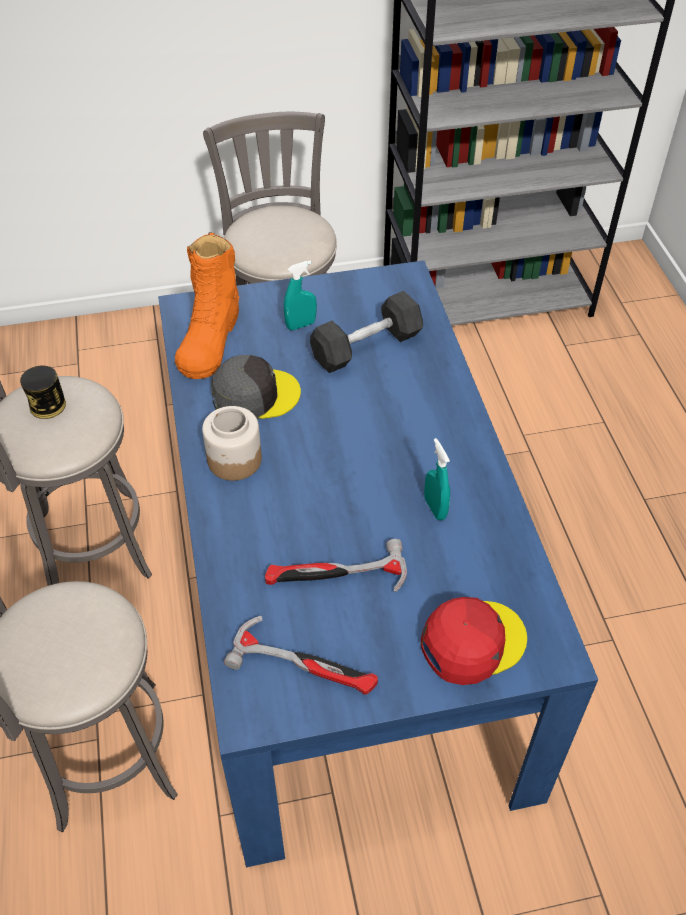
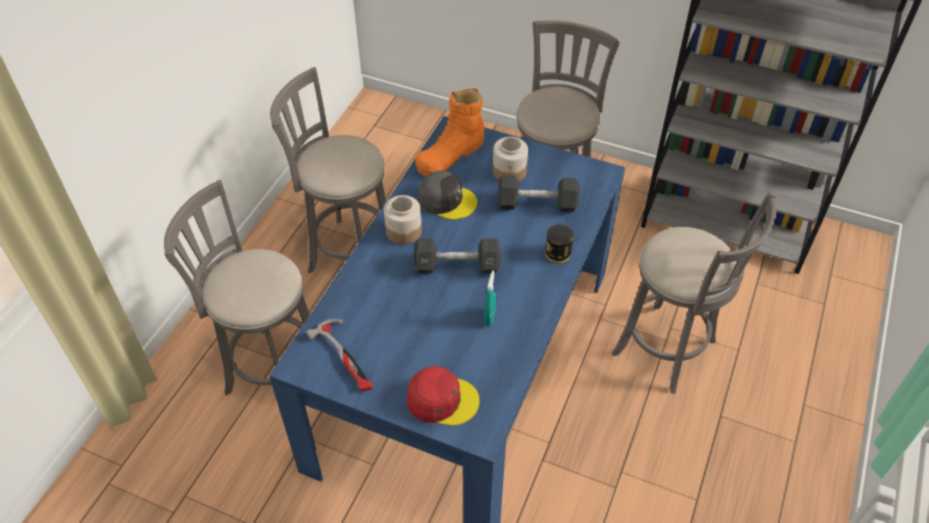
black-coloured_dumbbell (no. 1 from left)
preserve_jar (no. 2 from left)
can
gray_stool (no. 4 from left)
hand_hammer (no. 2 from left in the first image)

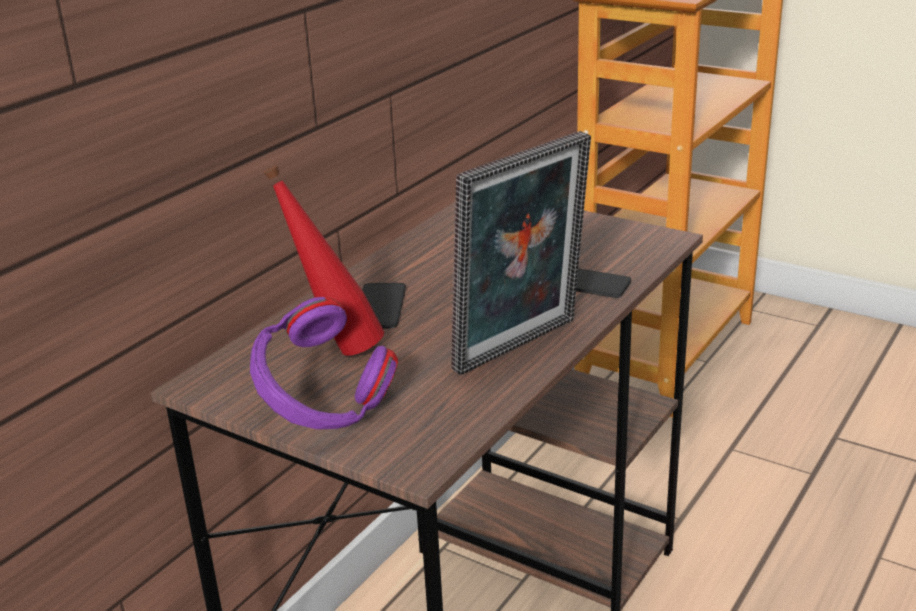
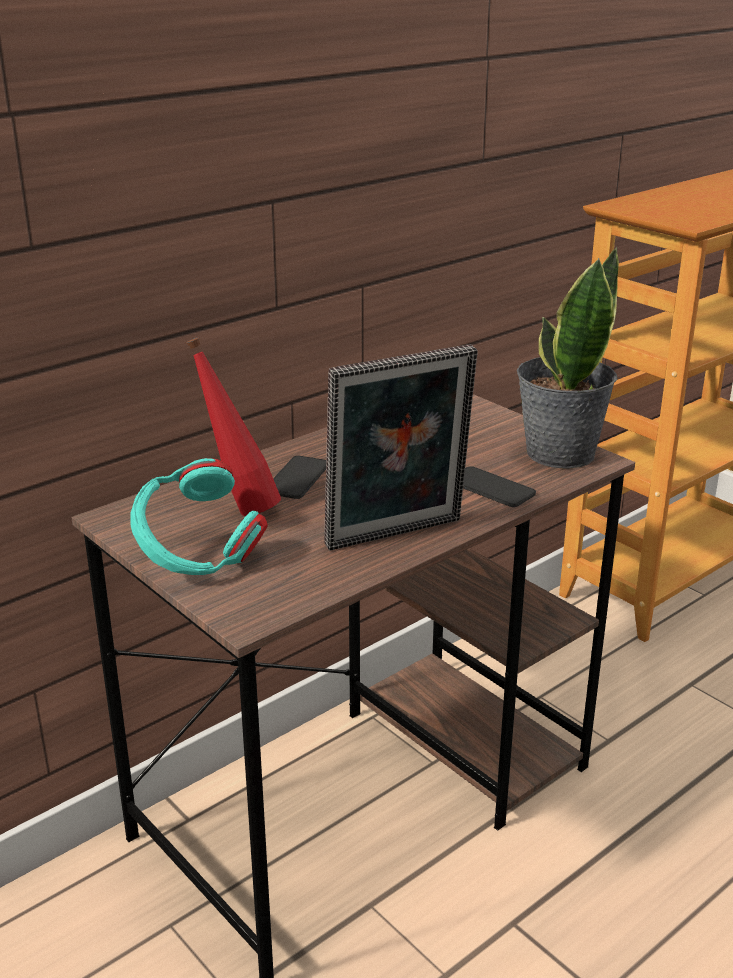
turquoise-coloured_pair_of_headphones
potted_plant

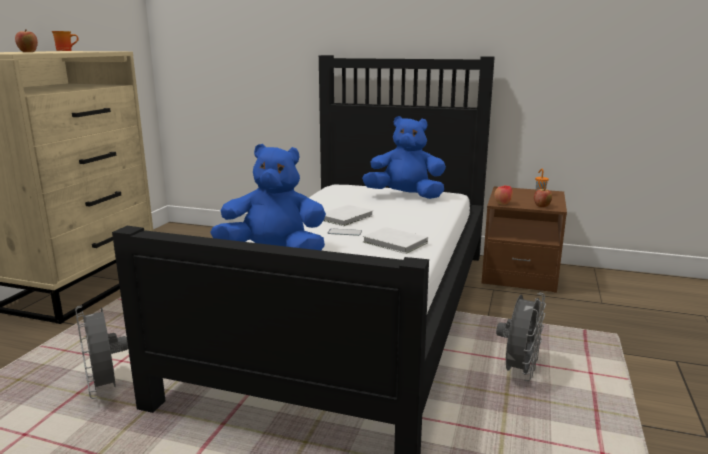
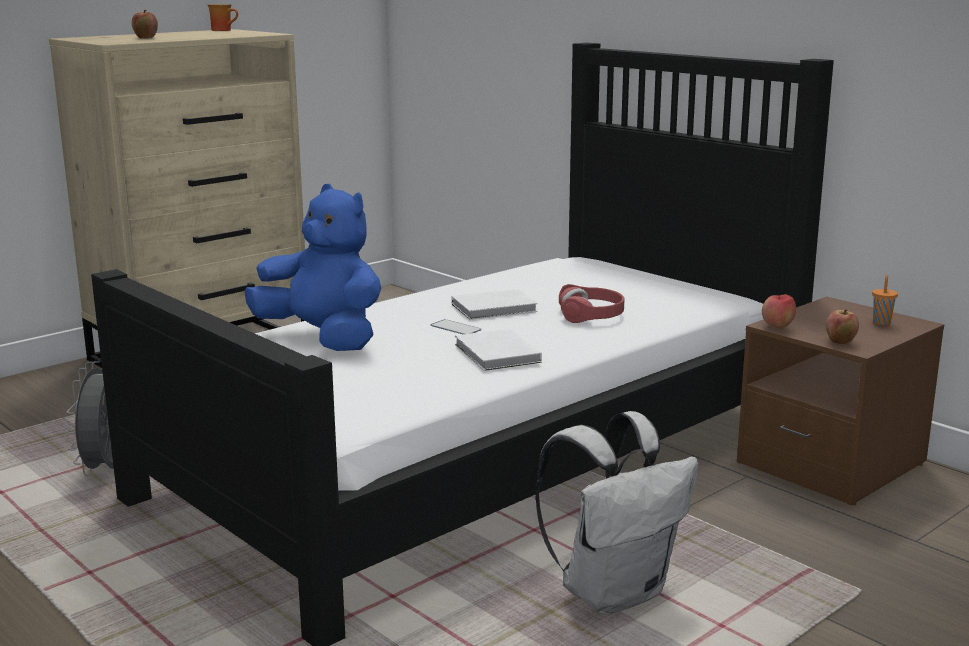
whitish_knapsack
reddish_pair_of_headphones
blue-coloured_cuddly_toy (no. 2 from left in the first image)

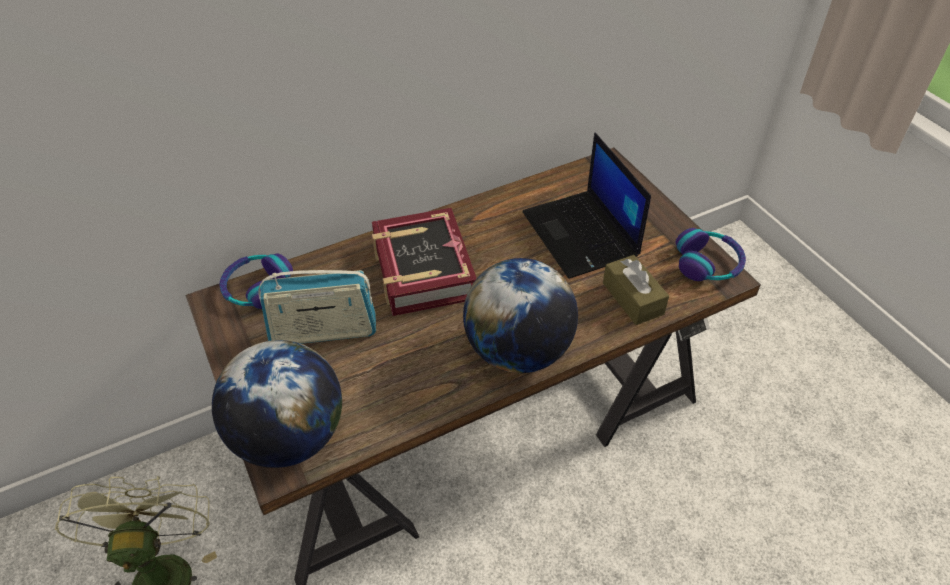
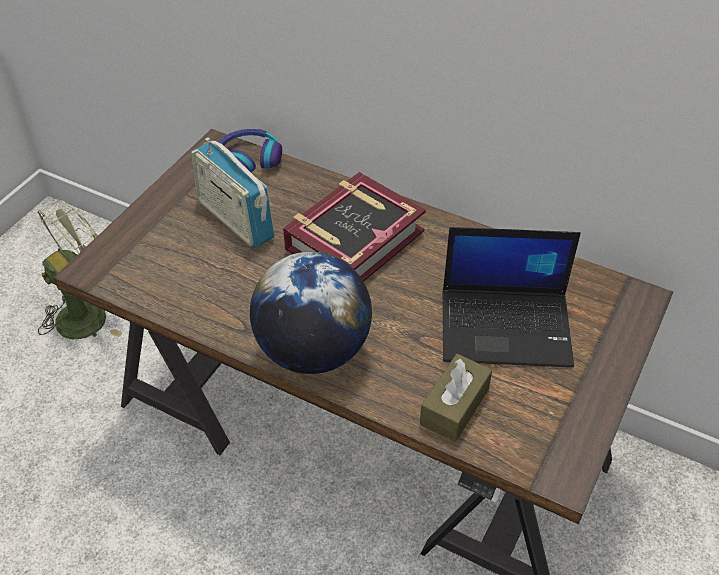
notebook_computer
desk_globe (no. 1 from left in the first image)
pair_of_headphones (no. 2 from left in the first image)

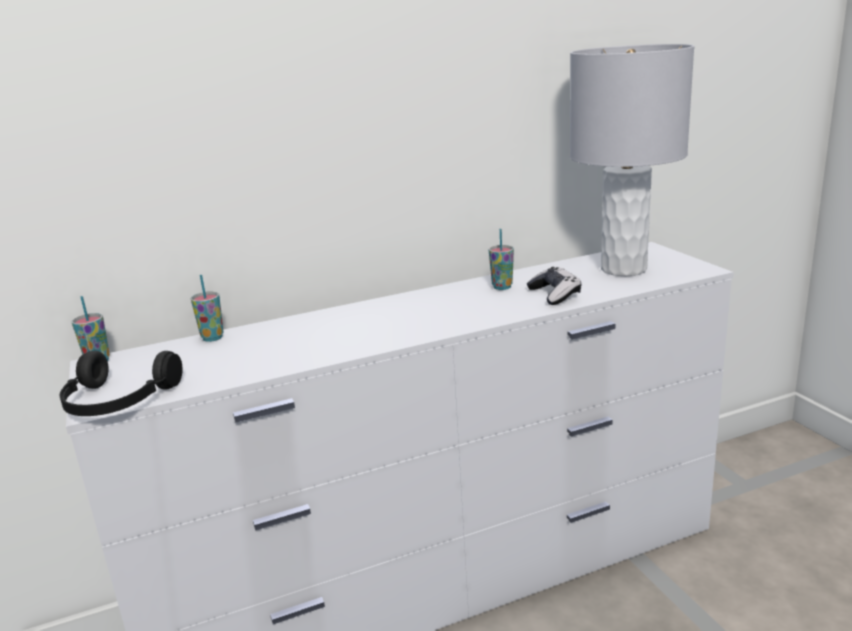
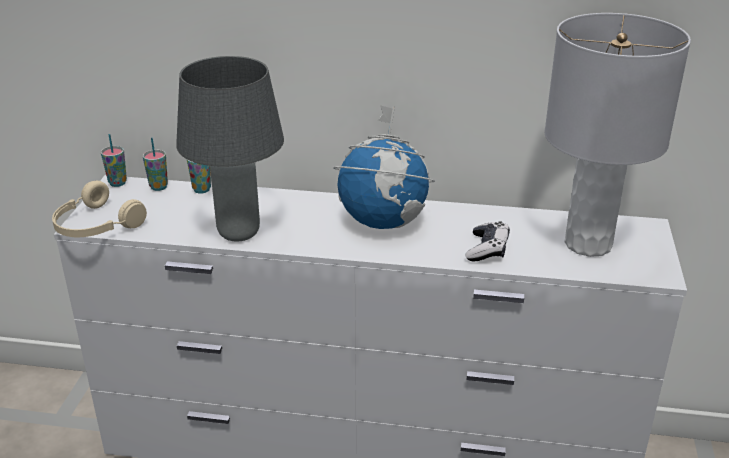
beige-coloured_pair_of_headphones
cup (no. 2 from left)
gray_tabletop_lamp (no. 1 from left)
desk_globe

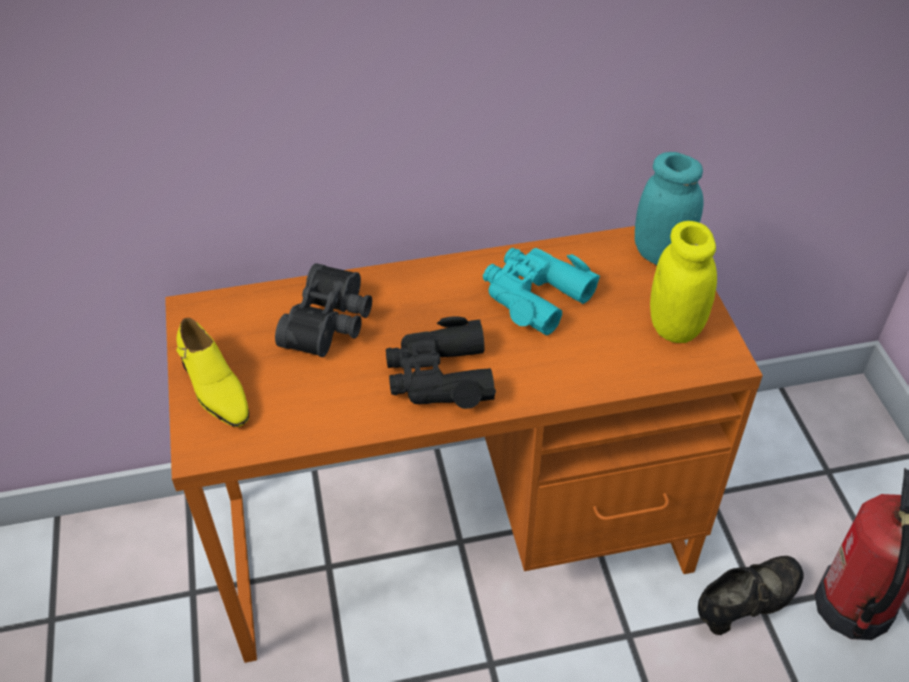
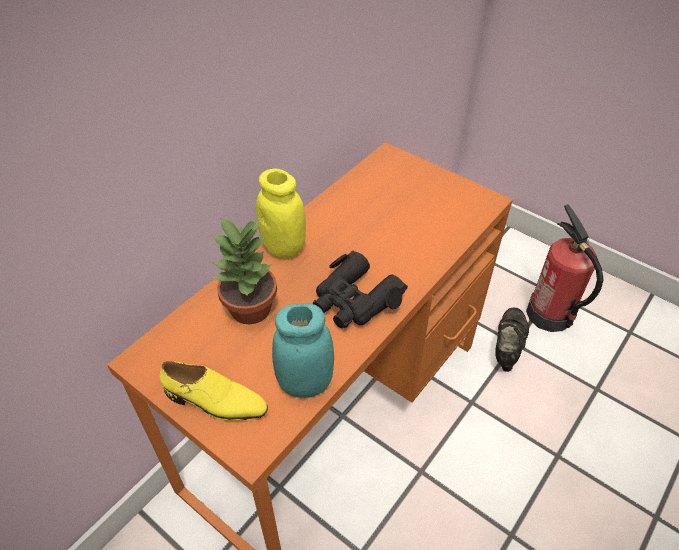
potted_plant
yellow-coloured_preserve_jar
turquoise-coloured_preserve_jar
turquoise-coloured_pair_of_binoculars

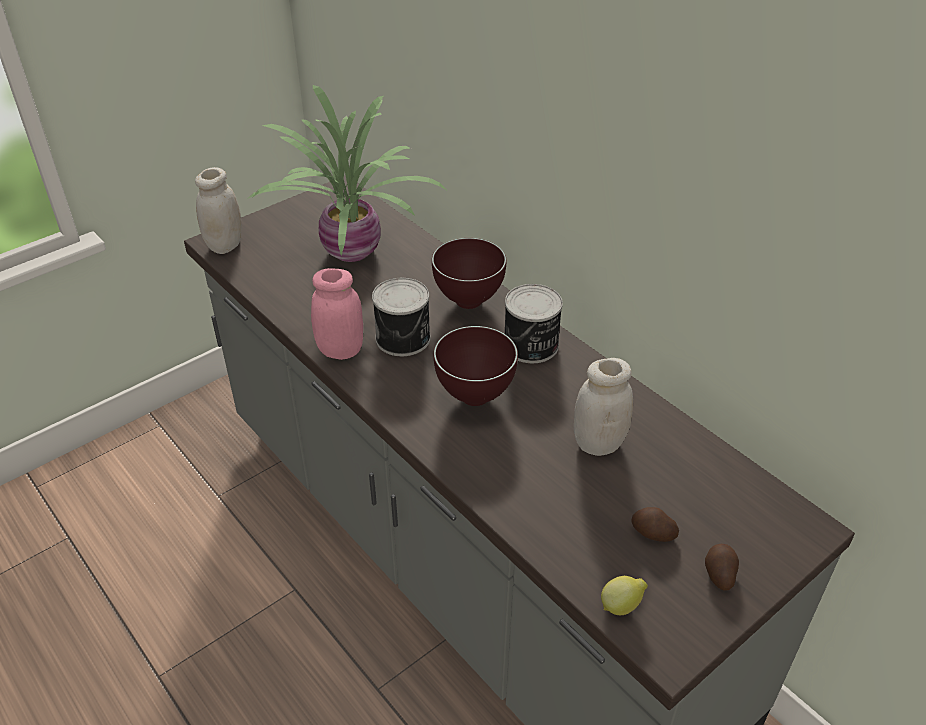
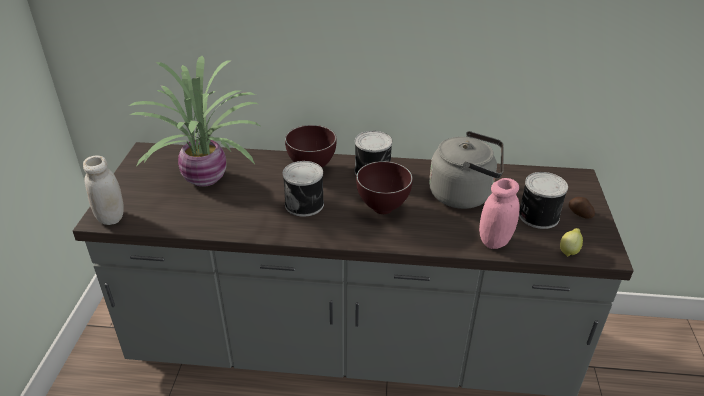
gray_kettle
pinkish_preserve_jar
can (no. 3 from left)

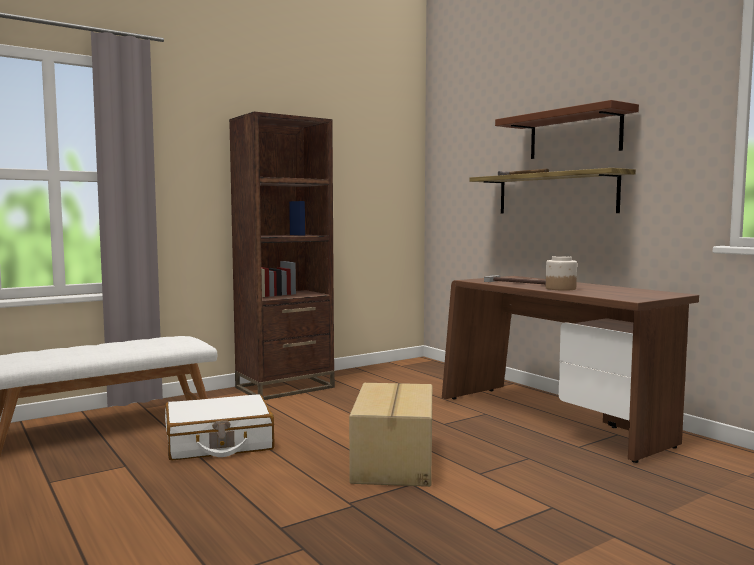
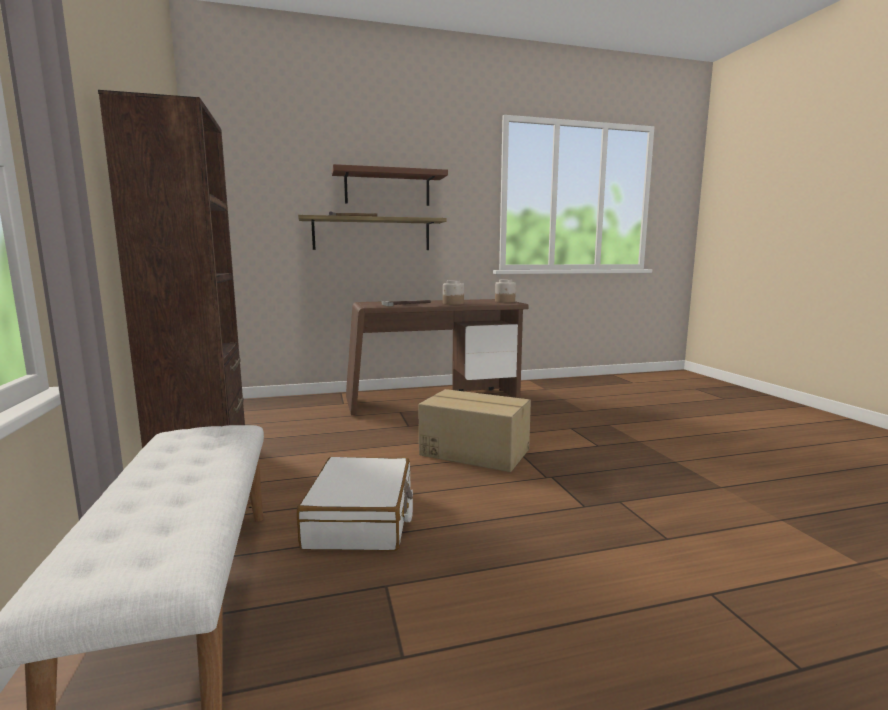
preserve_jar (no. 2 from left)

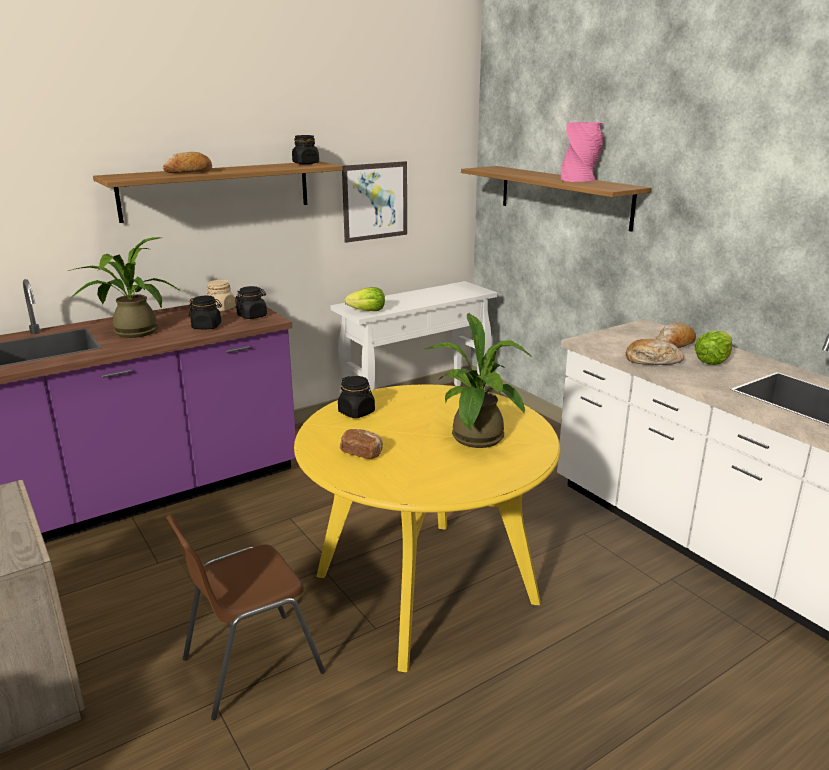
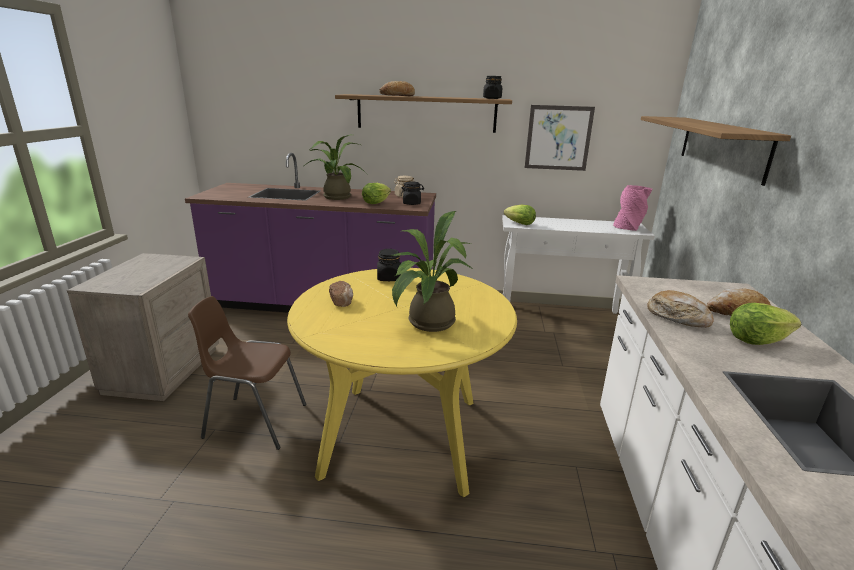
lettuce (no. 1 from left)
pinkish_flower_vase

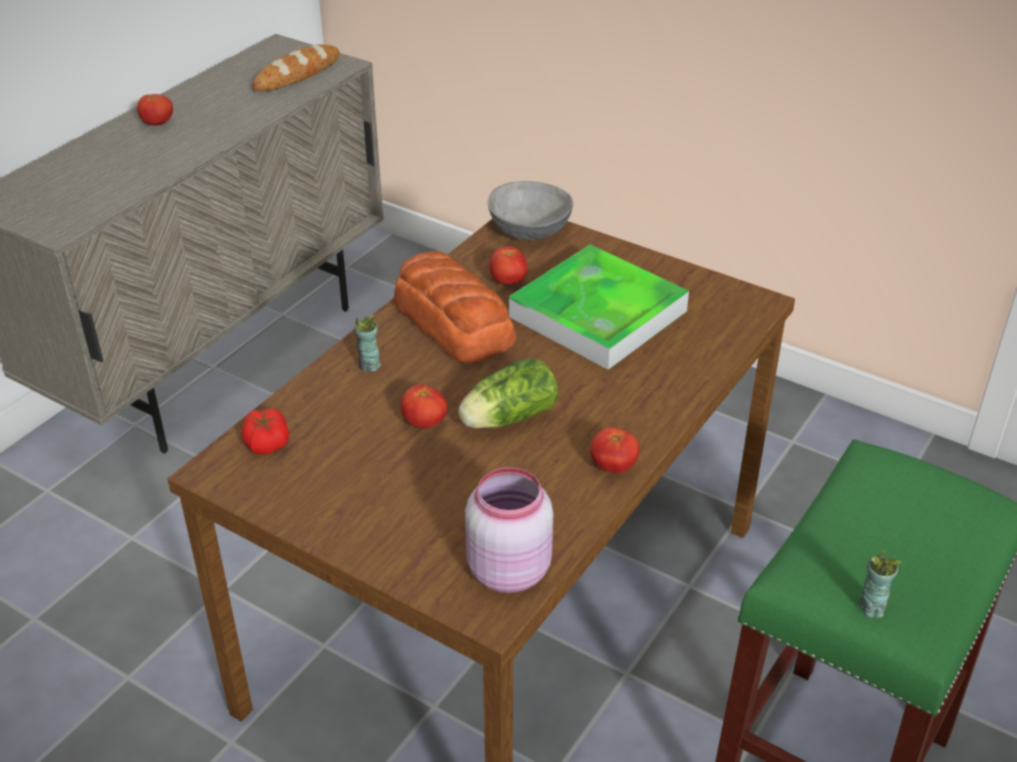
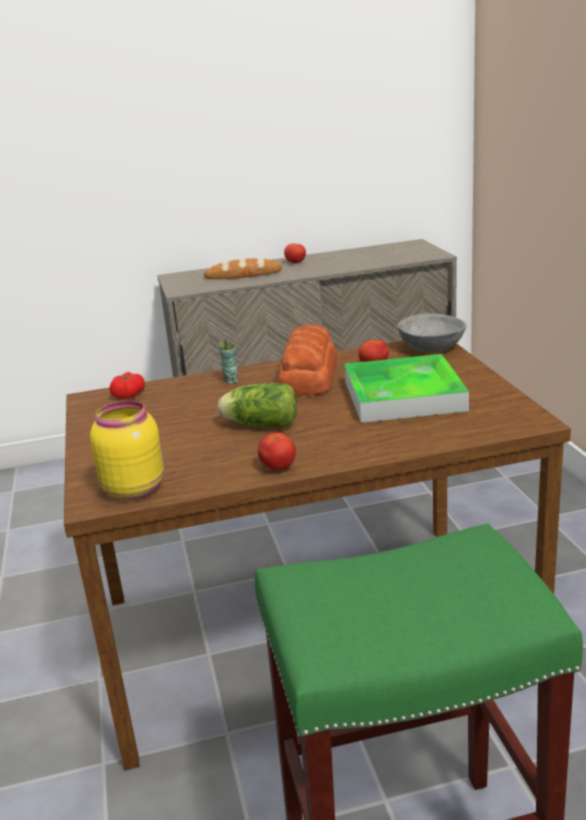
yellow-coloured_preserve_jar
bakery_bread (no. 1 from left)
tomato (no. 3 from left in the first image)
cup (no. 2 from left in the first image)

